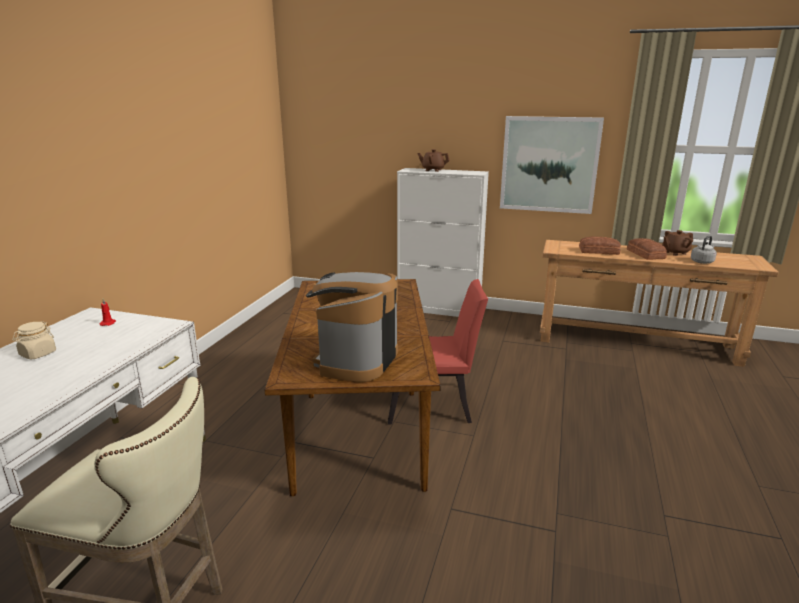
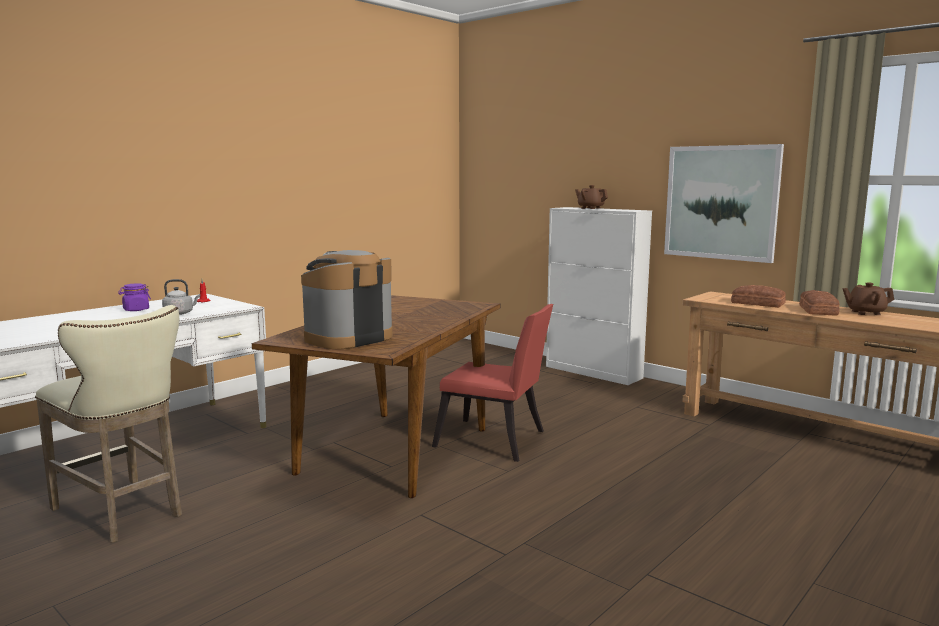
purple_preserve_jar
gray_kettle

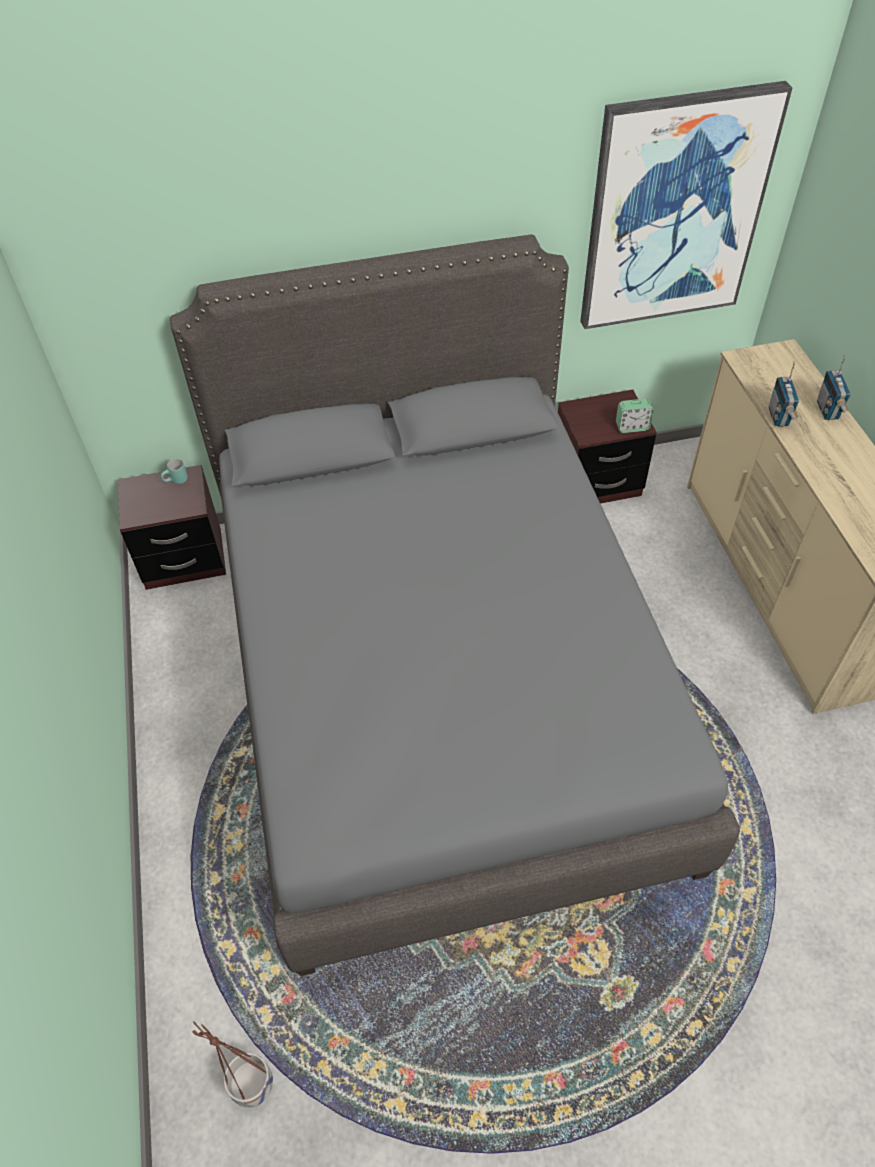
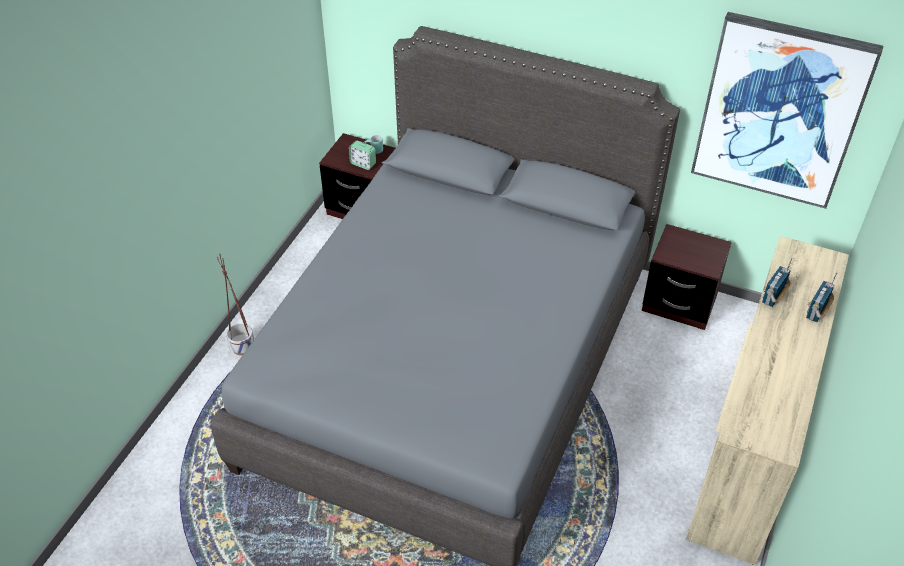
flower_pot
table_clock

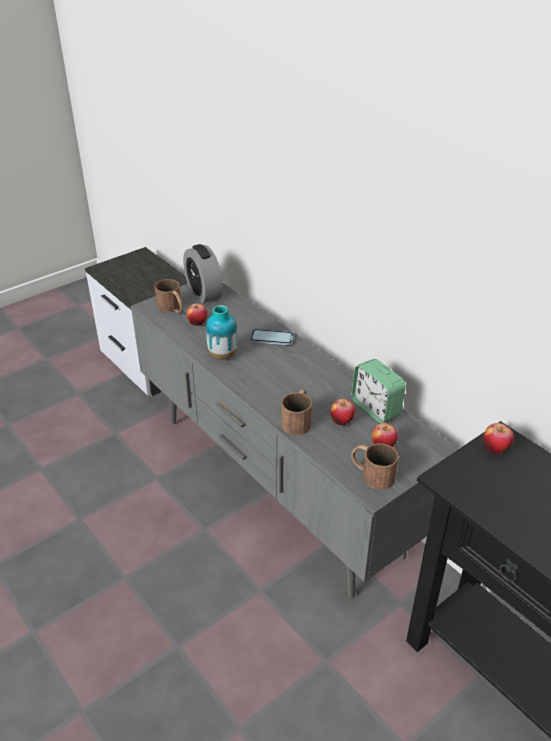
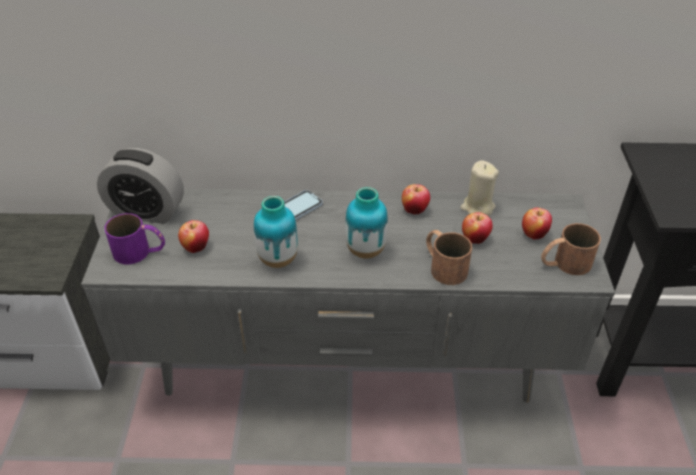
purple_mug
flower_vase (no. 2 from left)
whole_apple (no. 2 from left)
beige-coloured_wax_candle

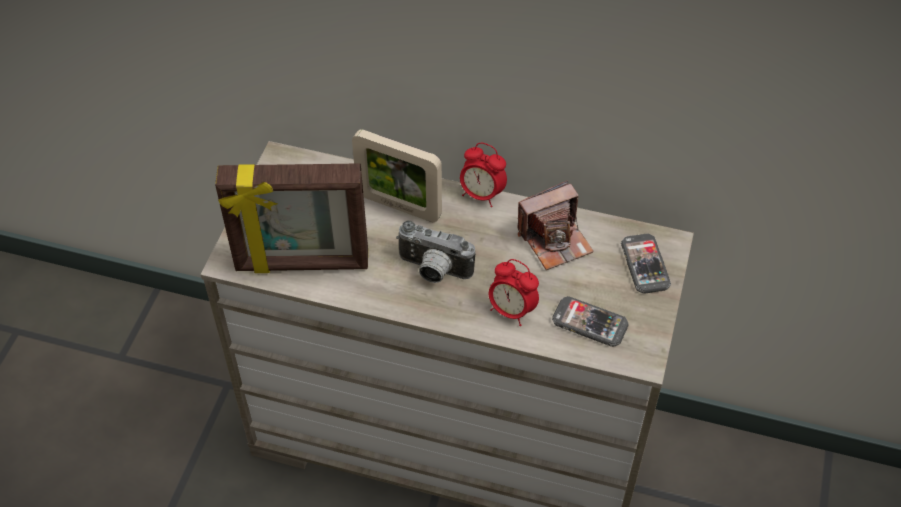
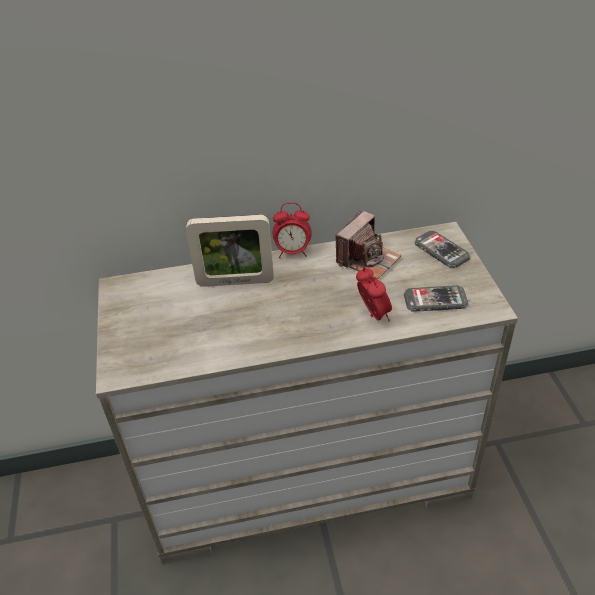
table_clock (no. 2 from left)
picture_frame (no. 1 from left in the first image)
still_camera (no. 1 from left in the first image)

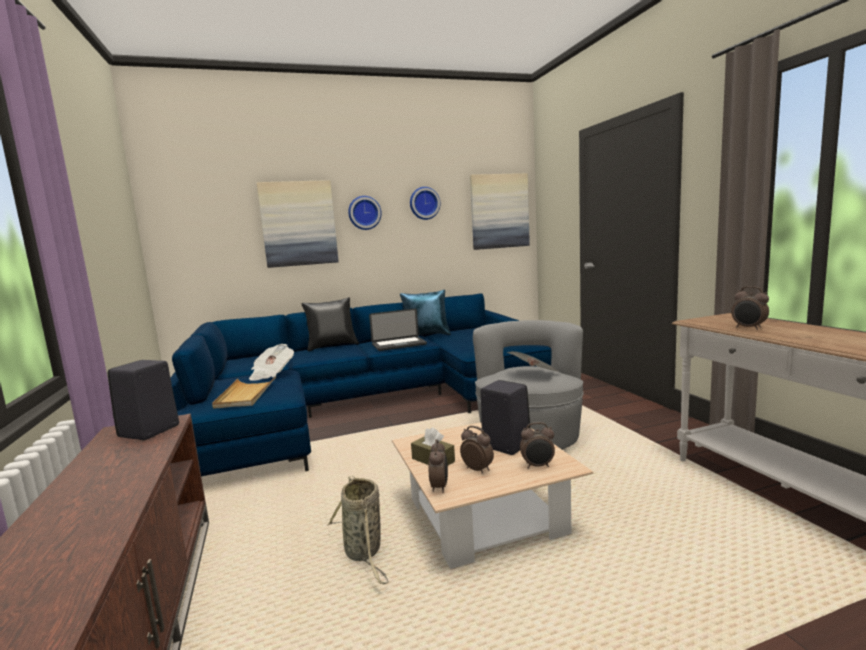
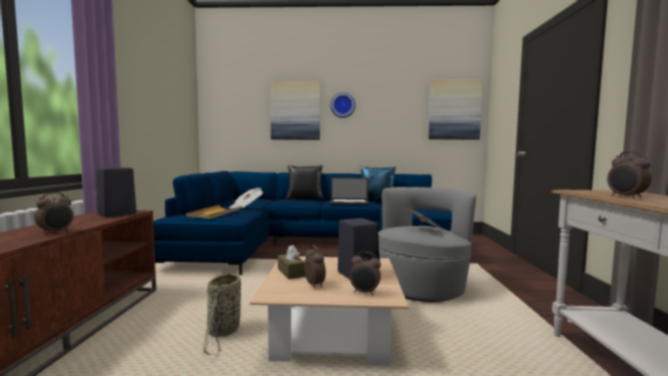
table_clock (no. 1 from left)
clock_on_the_wall (no. 2 from left in the first image)

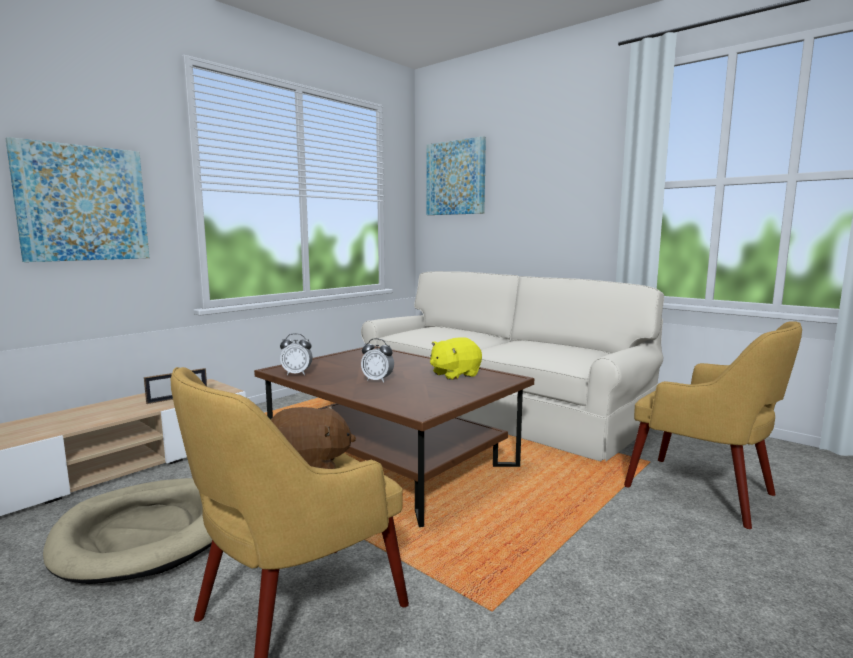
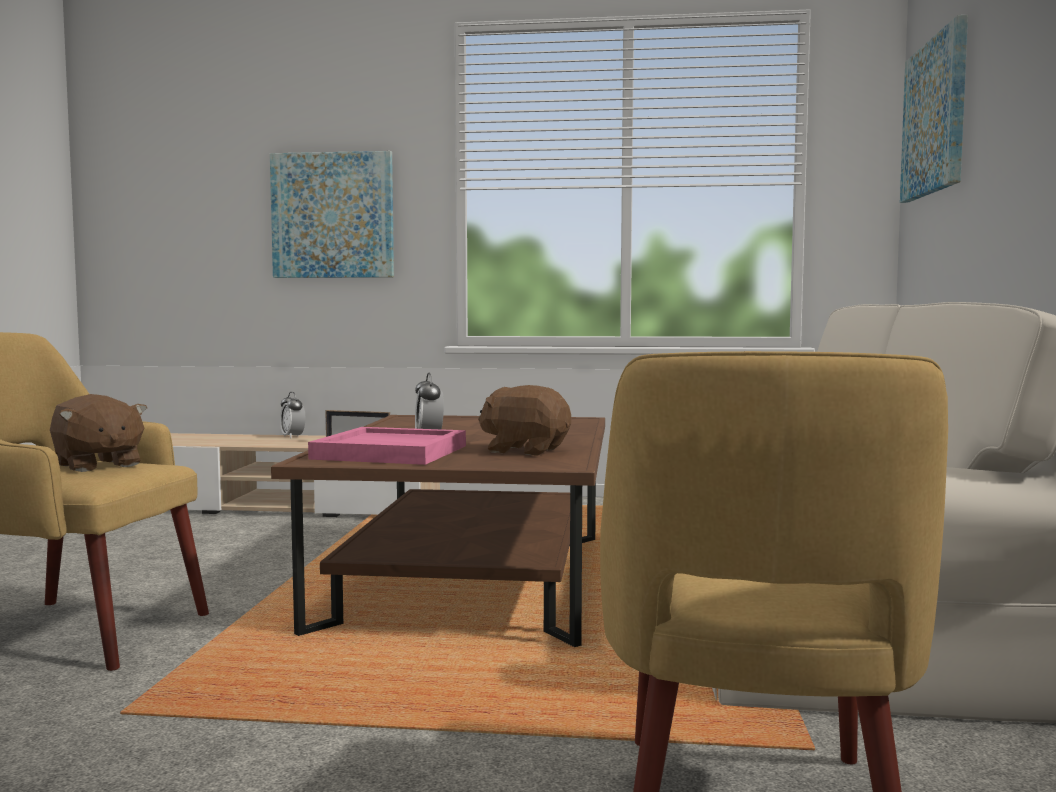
table_clock (no. 1 from left)
pinkish_carrying_tray
brownish_cuddly_toy (no. 2 from left)
beige-coloured_dog_bed

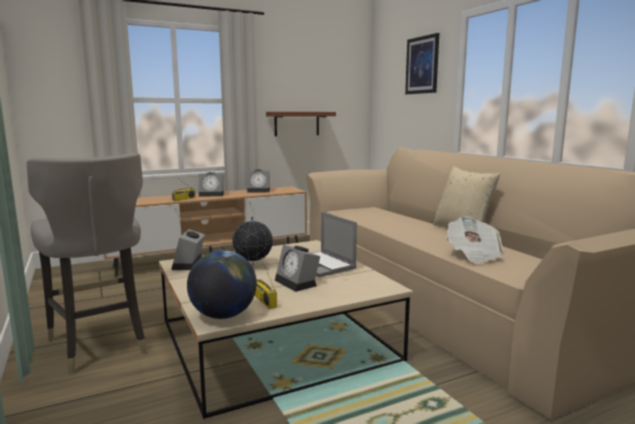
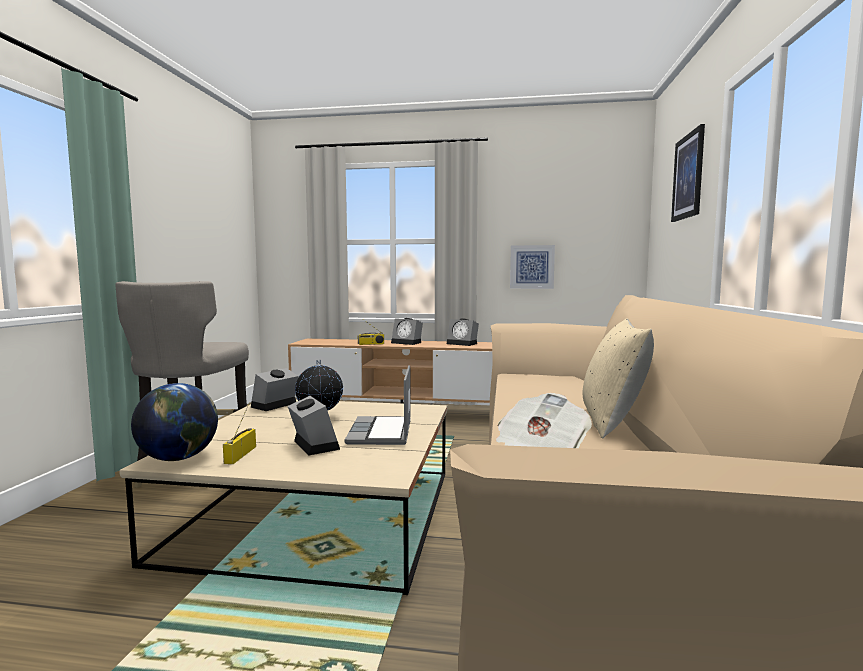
table_clock (no. 2 from left)
picture (no. 1 from left)

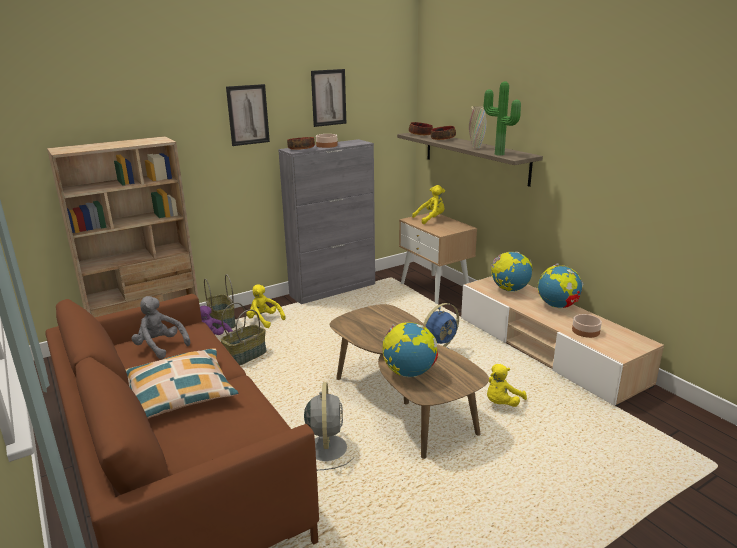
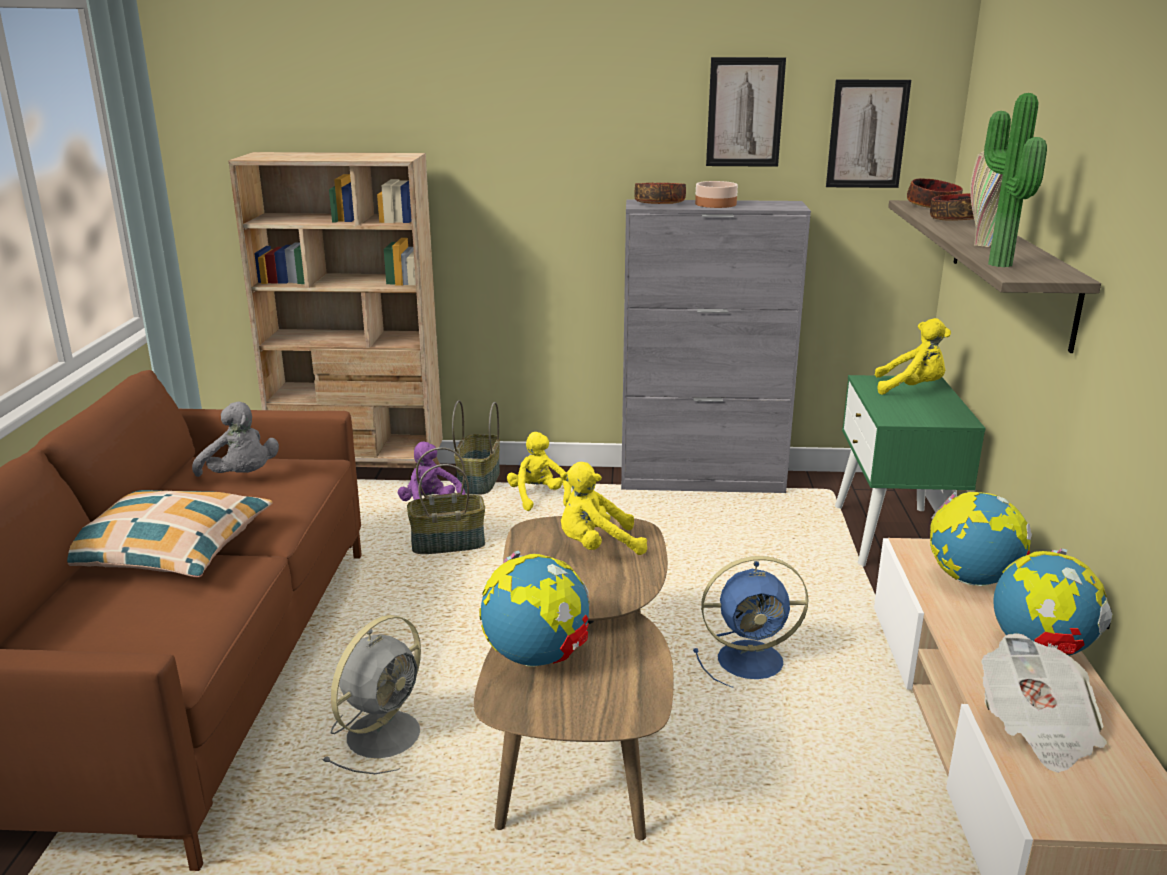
gray_cuddly_toy
yellow-coloured_cuddly_toy (no. 2 from left)
picture (no. 2 from left)
green_nightstand
printed_paper

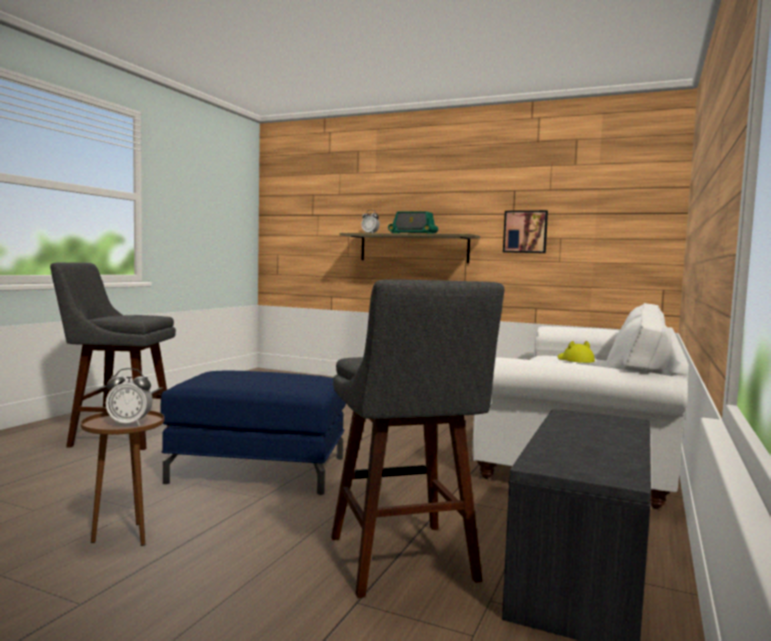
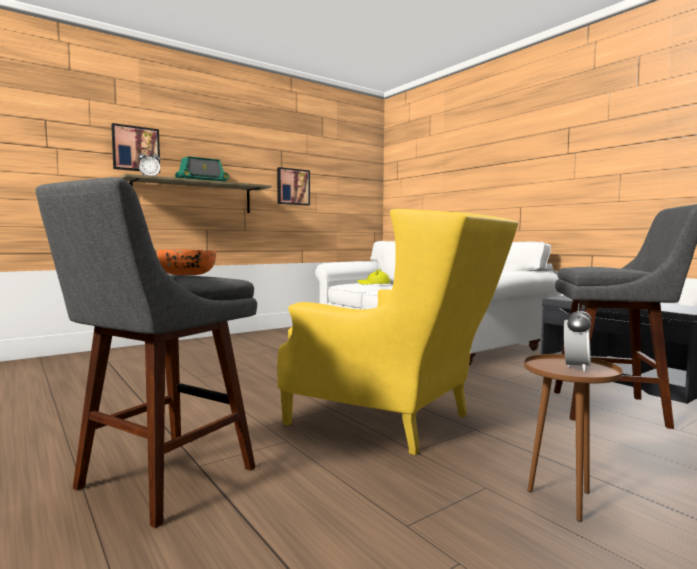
picture (no. 1 from left)
orange_bowl
yellow-coloured_armchair

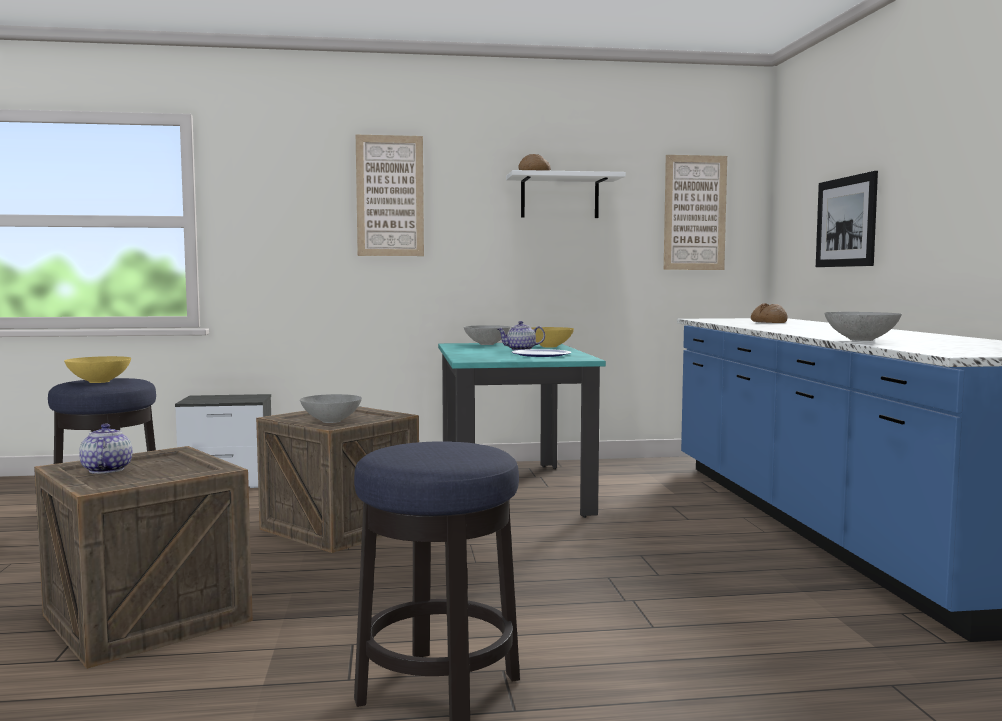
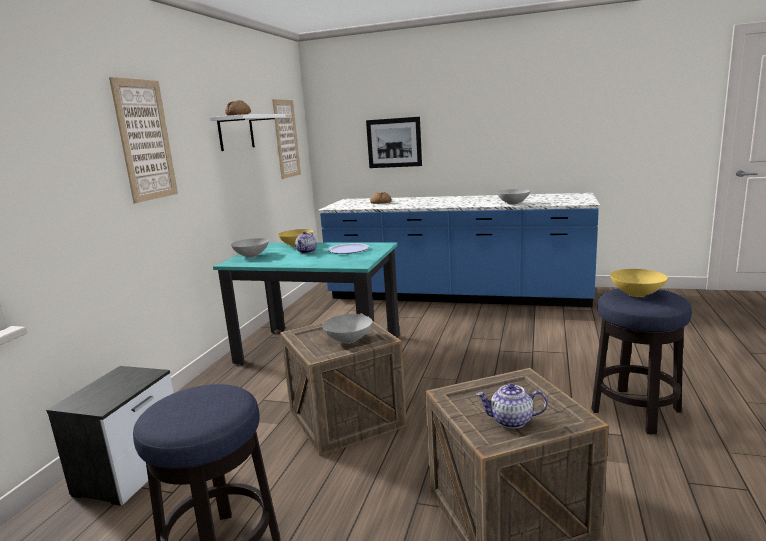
yellow-coloured_bowl (no. 2 from left)

